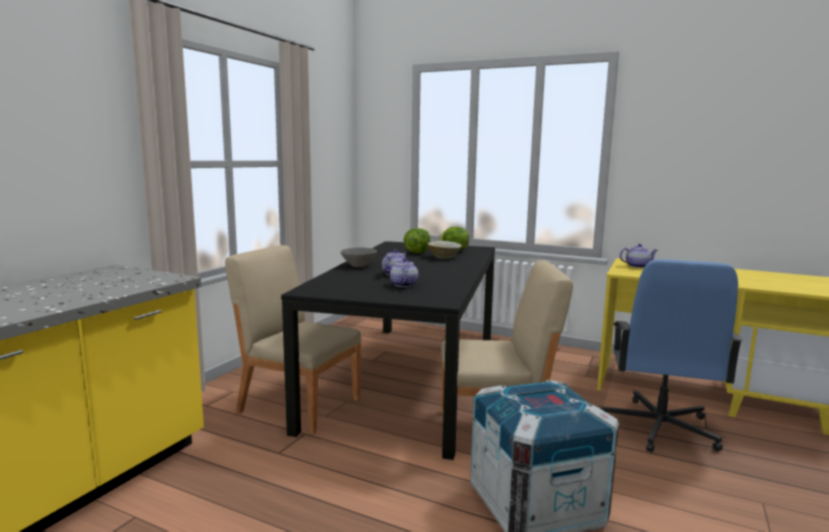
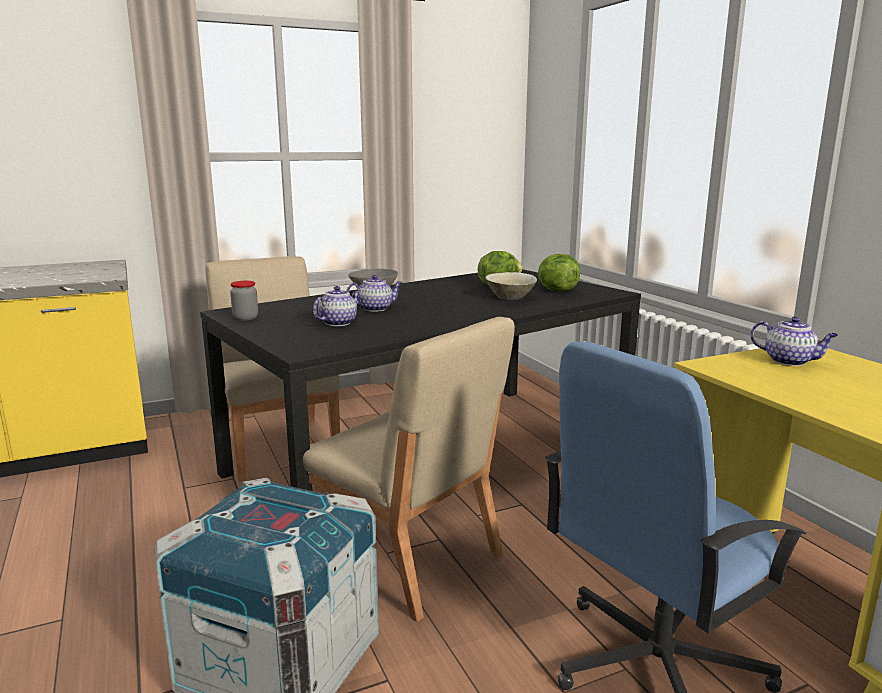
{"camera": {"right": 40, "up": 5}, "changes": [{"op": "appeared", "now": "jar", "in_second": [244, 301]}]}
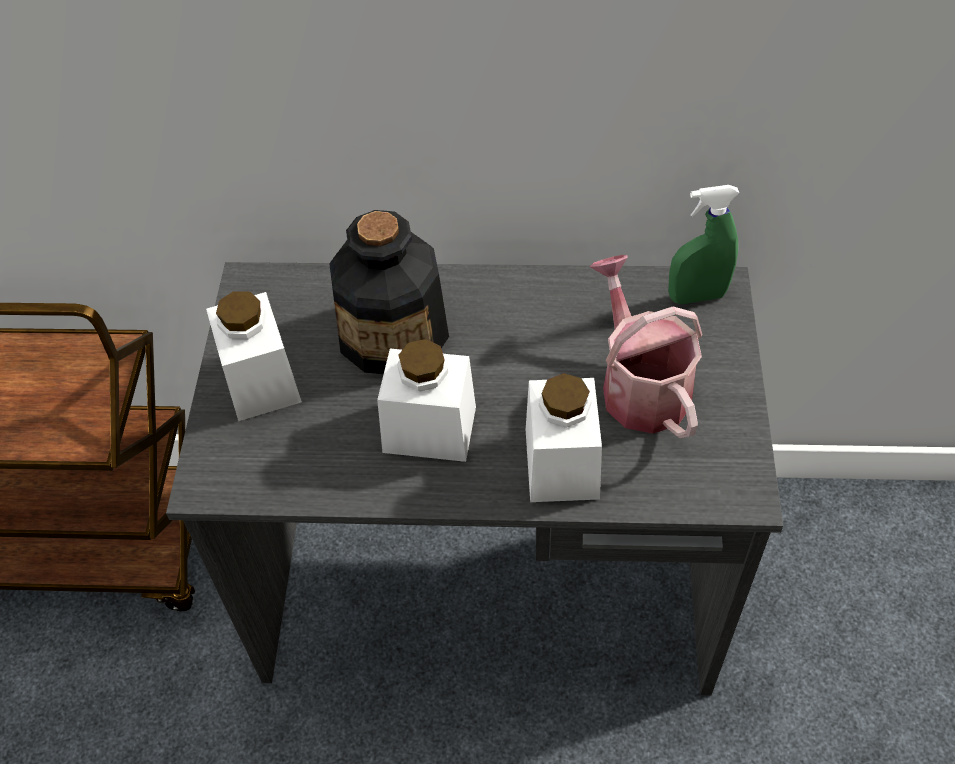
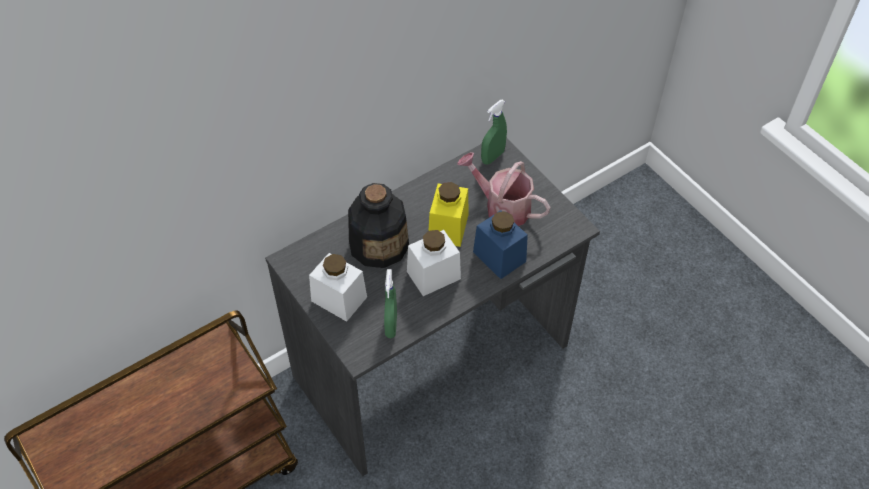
{"camera": {"right": -40, "up": 0}, "changes": [{"op": "colour", "was": "white jar", "now": "blue-coloured jar", "in_first": [564, 437], "in_second": [500, 244]}, {"op": "appeared", "now": "greenish hand sprayer", "in_second": [390, 303]}, {"op": "appeared", "now": "yellow-coloured jar", "in_second": [448, 214]}]}
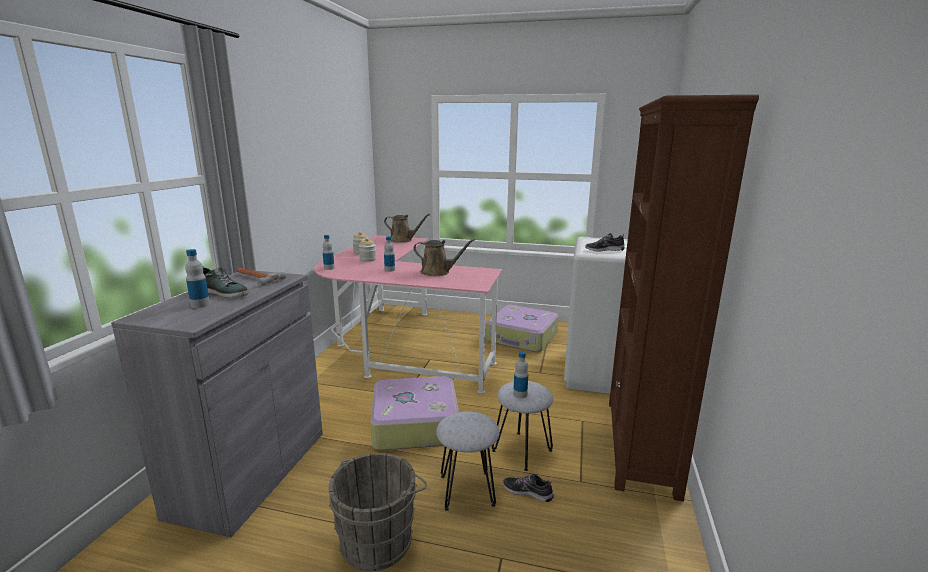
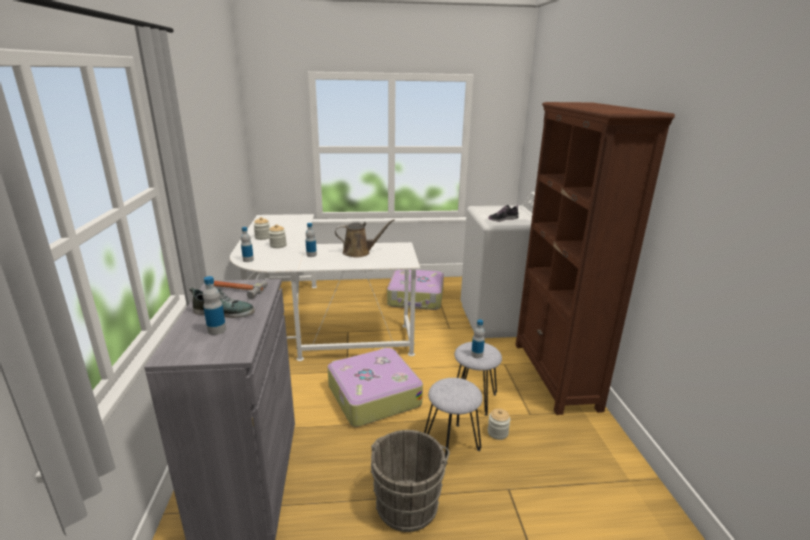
{"camera": {"right": -20, "up": 5}, "changes": [{"op": "colour", "was": "pink desk", "now": "white desk", "in_first": [408, 314], "in_second": [325, 287]}, {"op": "missing", "was": "brown watering can", "in_first": [407, 228]}, {"op": "exchanged", "was": "item of footwear", "now": "jar", "in_first": [528, 488], "in_second": [499, 424]}]}
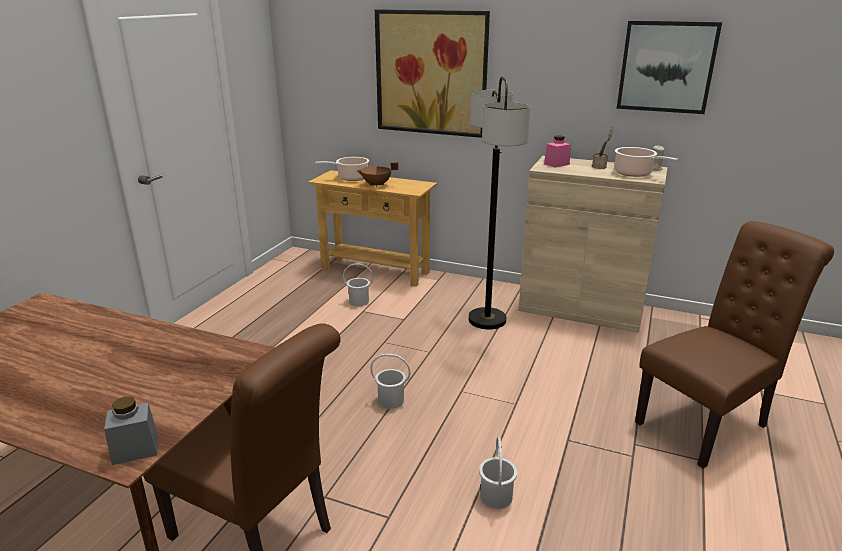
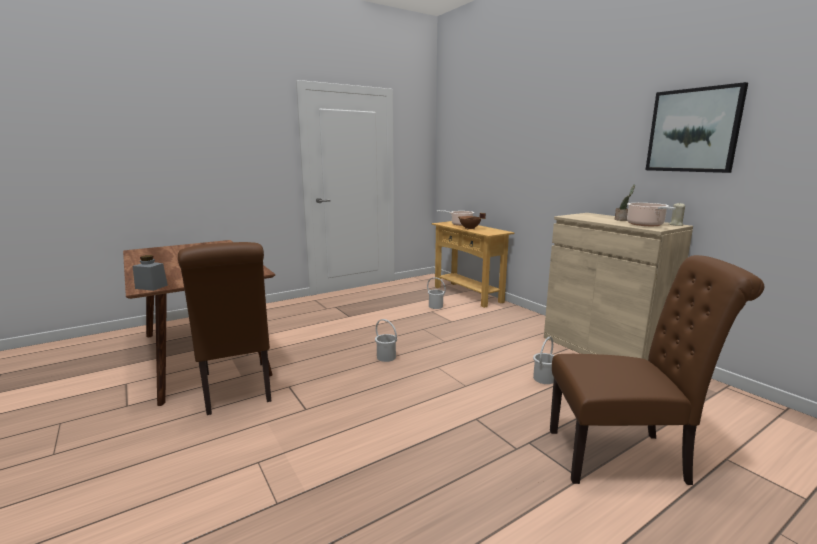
{"camera": {"right": 35, "up": -10}, "changes": [{"op": "missing", "was": "wall picture", "in_first": [432, 73]}, {"op": "missing", "was": "standard lamp", "in_first": [499, 203]}, {"op": "relocated", "was": "white pail", "in_first": [498, 473], "in_second": [543, 360]}, {"op": "missing", "was": "pink jar", "in_first": [557, 151]}]}
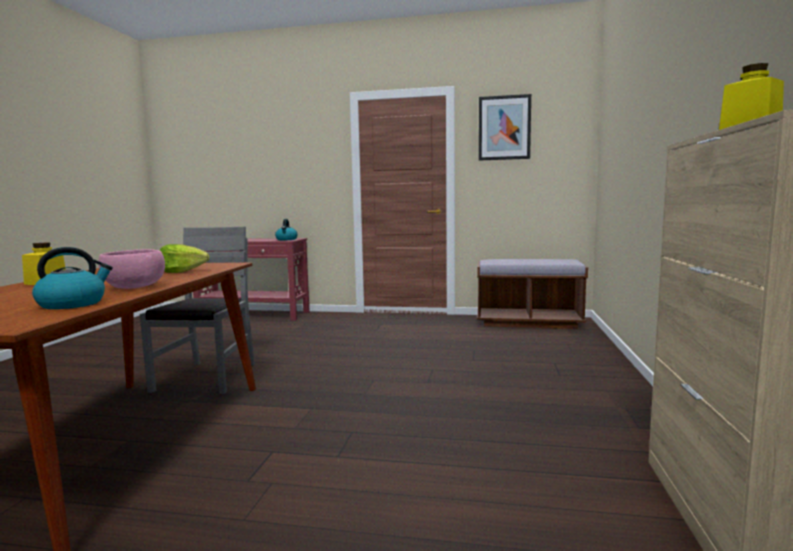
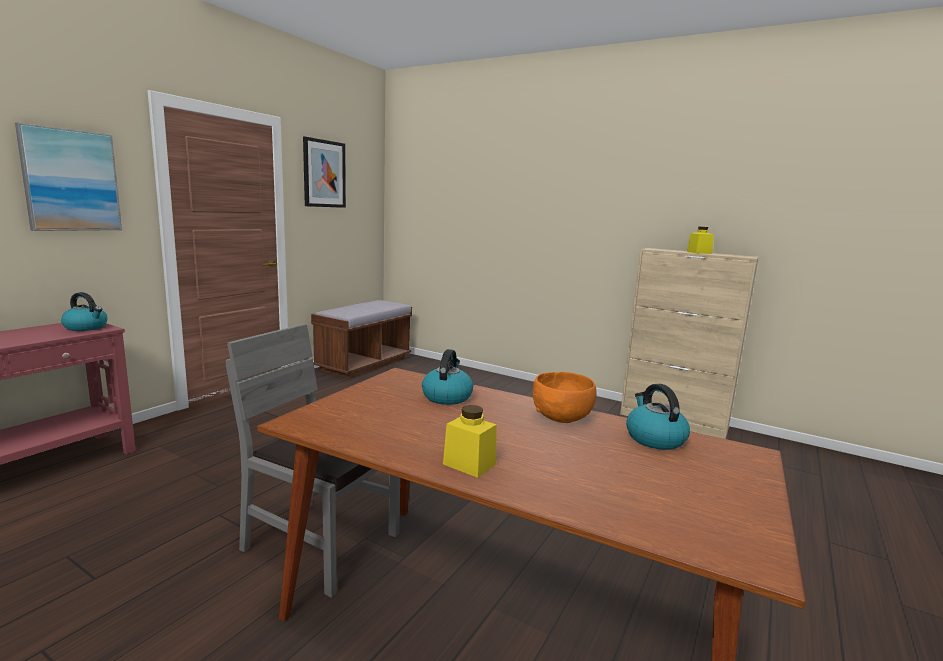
{"camera": {"right": -70, "up": 5}, "changes": [{"op": "colour", "was": "pink bowl", "now": "orangey bowl", "in_first": [132, 269], "in_second": [564, 397]}, {"op": "exchanged", "was": "head of lettuce", "now": "kettle", "in_first": [184, 258], "in_second": [447, 377]}, {"op": "appeared", "now": "wall picture", "in_second": [68, 176]}]}
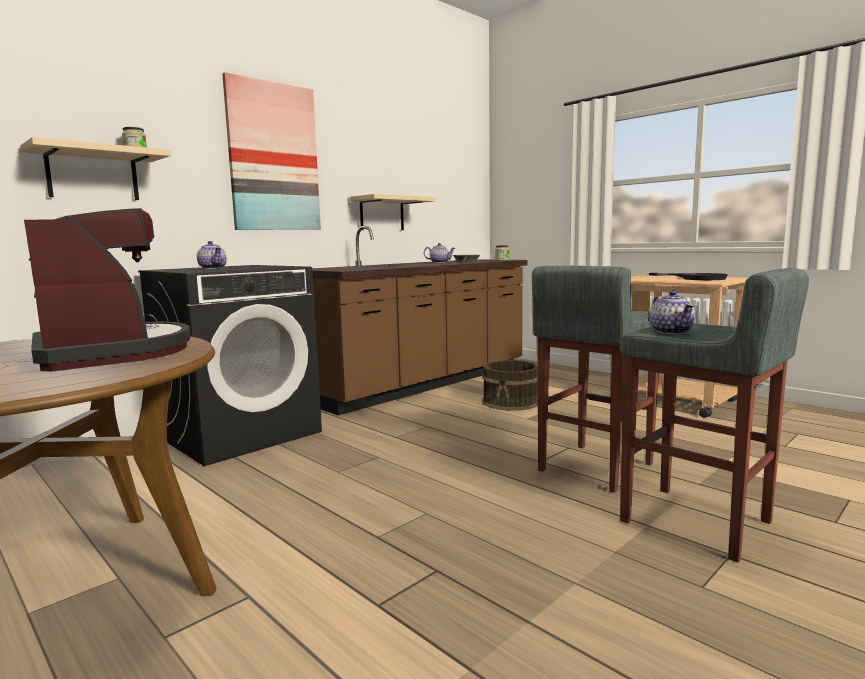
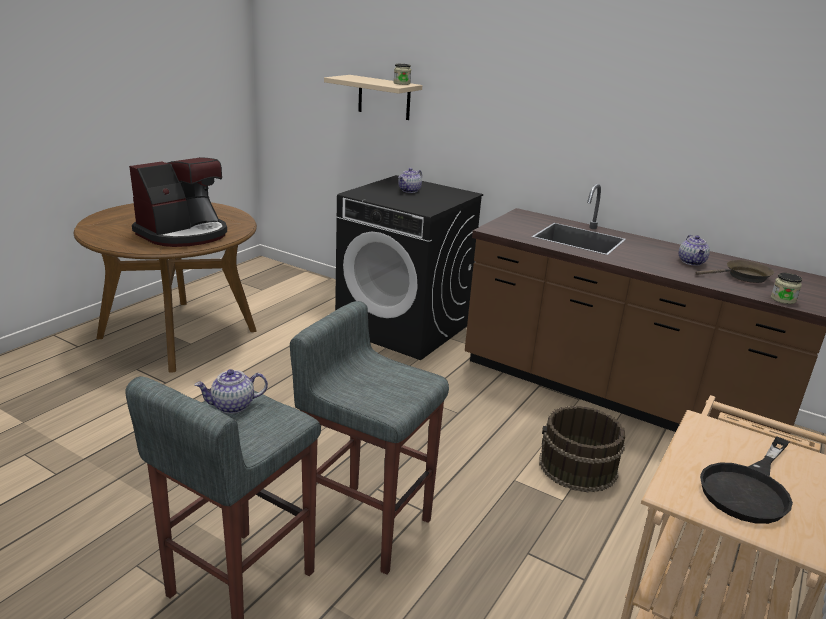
{"camera": {"right": 75, "up": 15}, "changes": [{"op": "missing", "was": "wall picture", "in_first": [271, 151]}, {"op": "missing", "was": "beige bracket shelf", "in_first": [393, 212]}]}
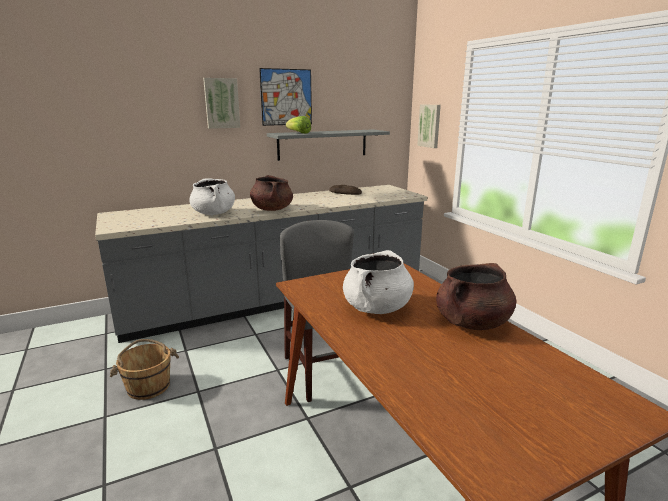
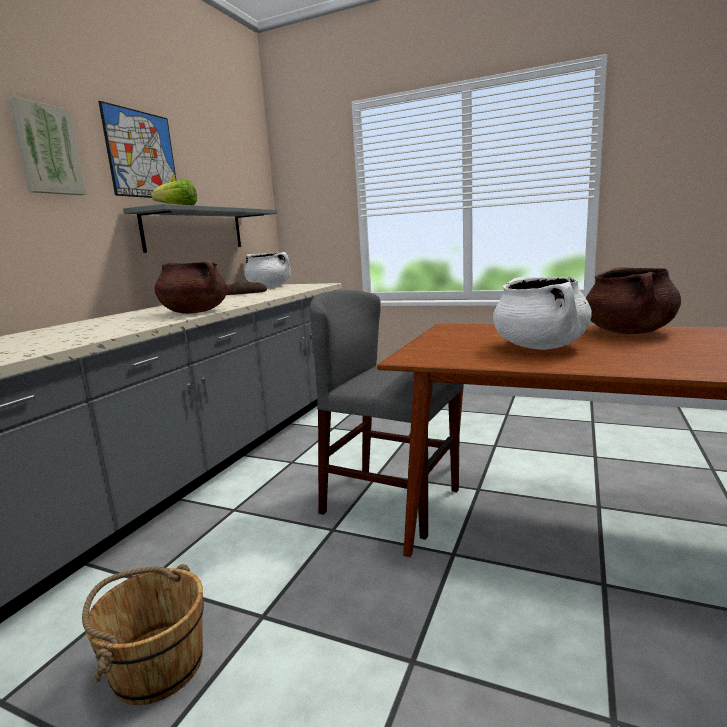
{"camera": {"right": -40, "up": -5}, "changes": [{"op": "relocated", "was": "white stockpot", "in_first": [212, 196], "in_second": [267, 269]}, {"op": "missing", "was": "wall picture", "in_first": [429, 126]}]}
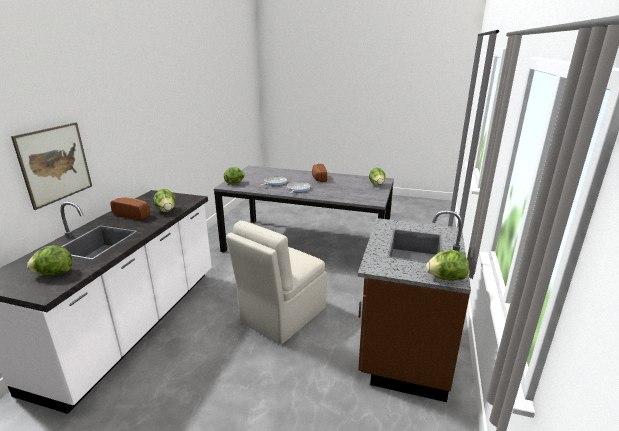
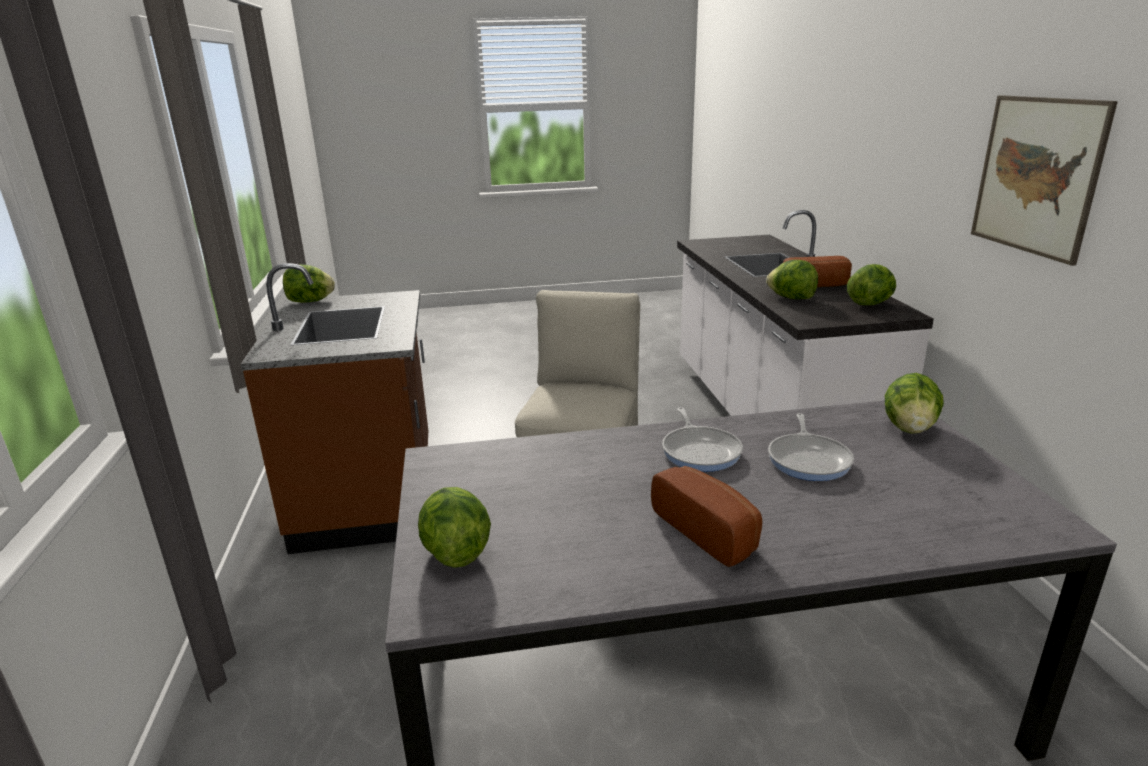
{"camera": {"right": 155, "up": 0}, "changes": [{"op": "relocated", "was": "wall picture", "in_first": [51, 166], "in_second": [1044, 180]}, {"op": "relocated", "was": "head of lettuce", "in_first": [49, 260], "in_second": [871, 284]}]}
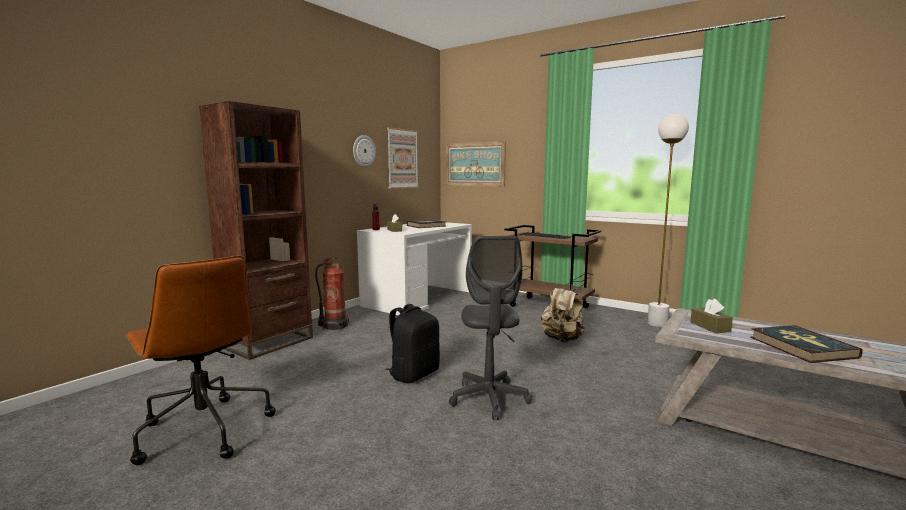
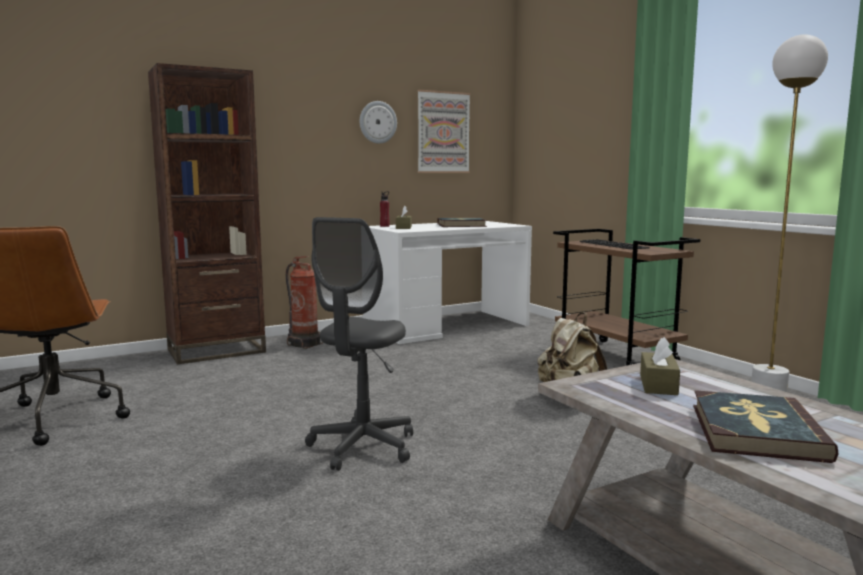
{"camera": {"right": 25, "up": 0}, "changes": [{"op": "missing", "was": "blackish rucksack", "in_first": [412, 343]}, {"op": "missing", "was": "wall picture", "in_first": [476, 164]}]}
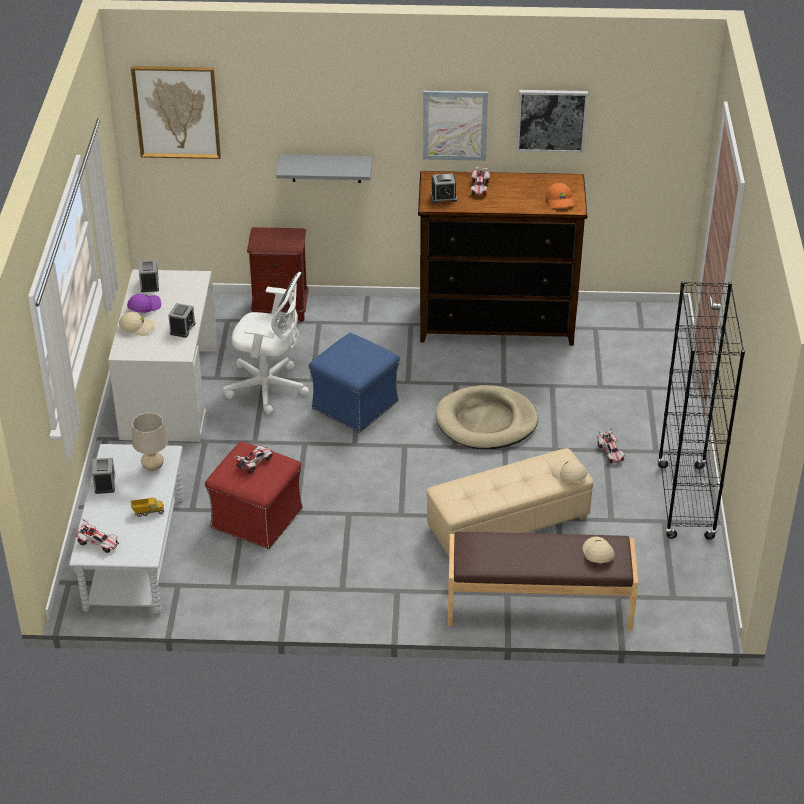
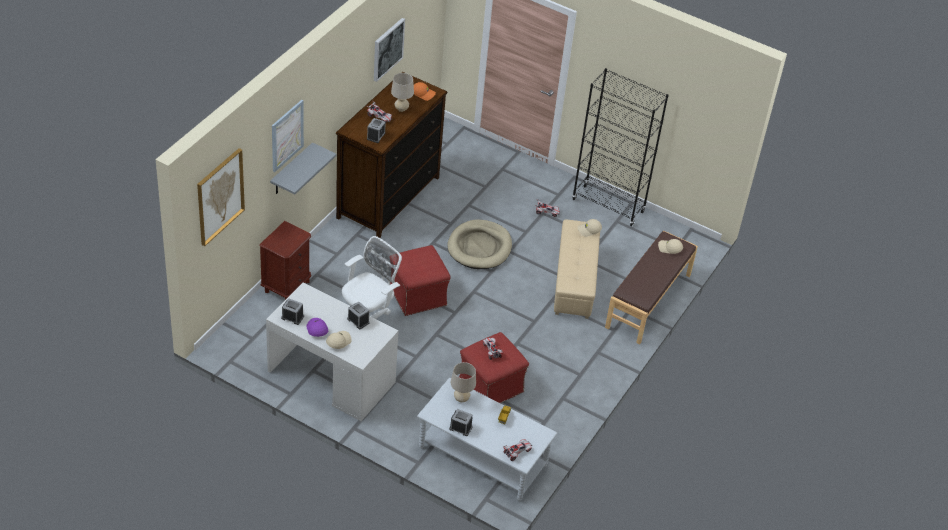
{"camera": {"right": -65, "up": 5}, "changes": [{"op": "colour", "was": "blue-coloured pouffe", "now": "red-coloured pouffe", "in_first": [354, 383], "in_second": [420, 280]}, {"op": "relocated", "was": "wall picture", "in_first": [455, 126], "in_second": [288, 136]}, {"op": "appeared", "now": "beige tabletop lamp", "in_second": [402, 92]}]}
